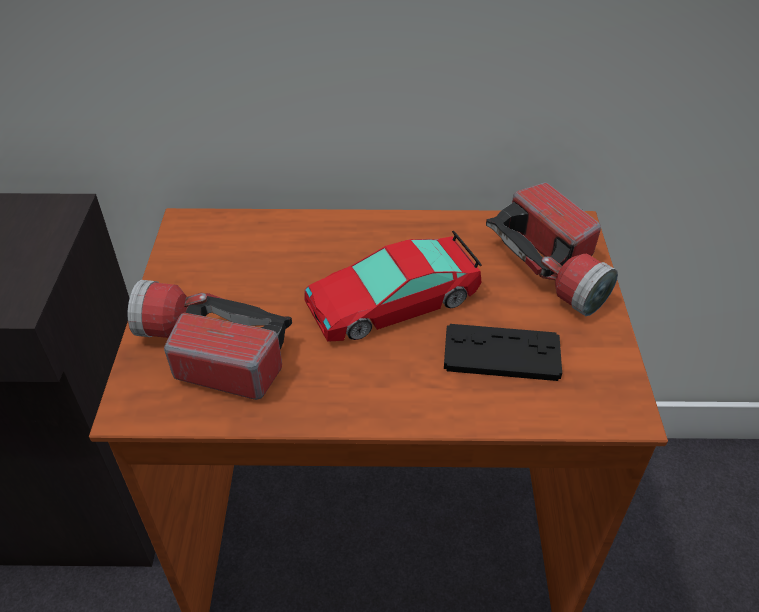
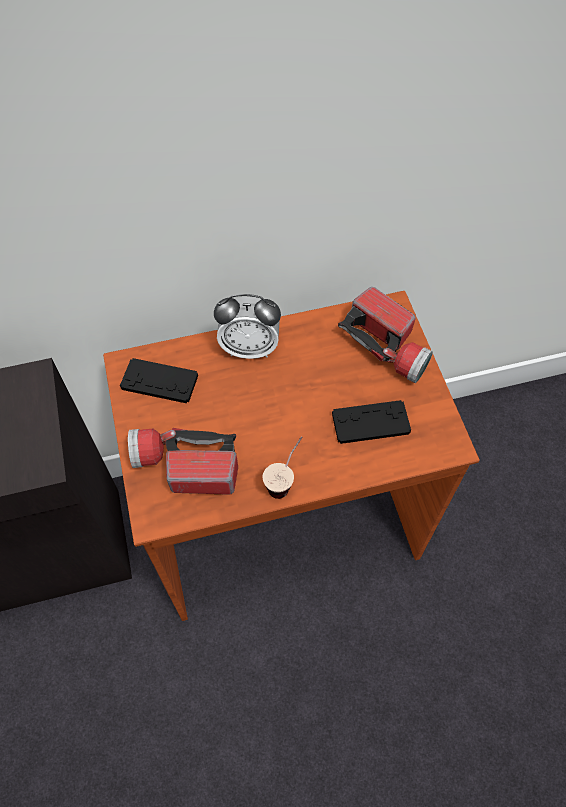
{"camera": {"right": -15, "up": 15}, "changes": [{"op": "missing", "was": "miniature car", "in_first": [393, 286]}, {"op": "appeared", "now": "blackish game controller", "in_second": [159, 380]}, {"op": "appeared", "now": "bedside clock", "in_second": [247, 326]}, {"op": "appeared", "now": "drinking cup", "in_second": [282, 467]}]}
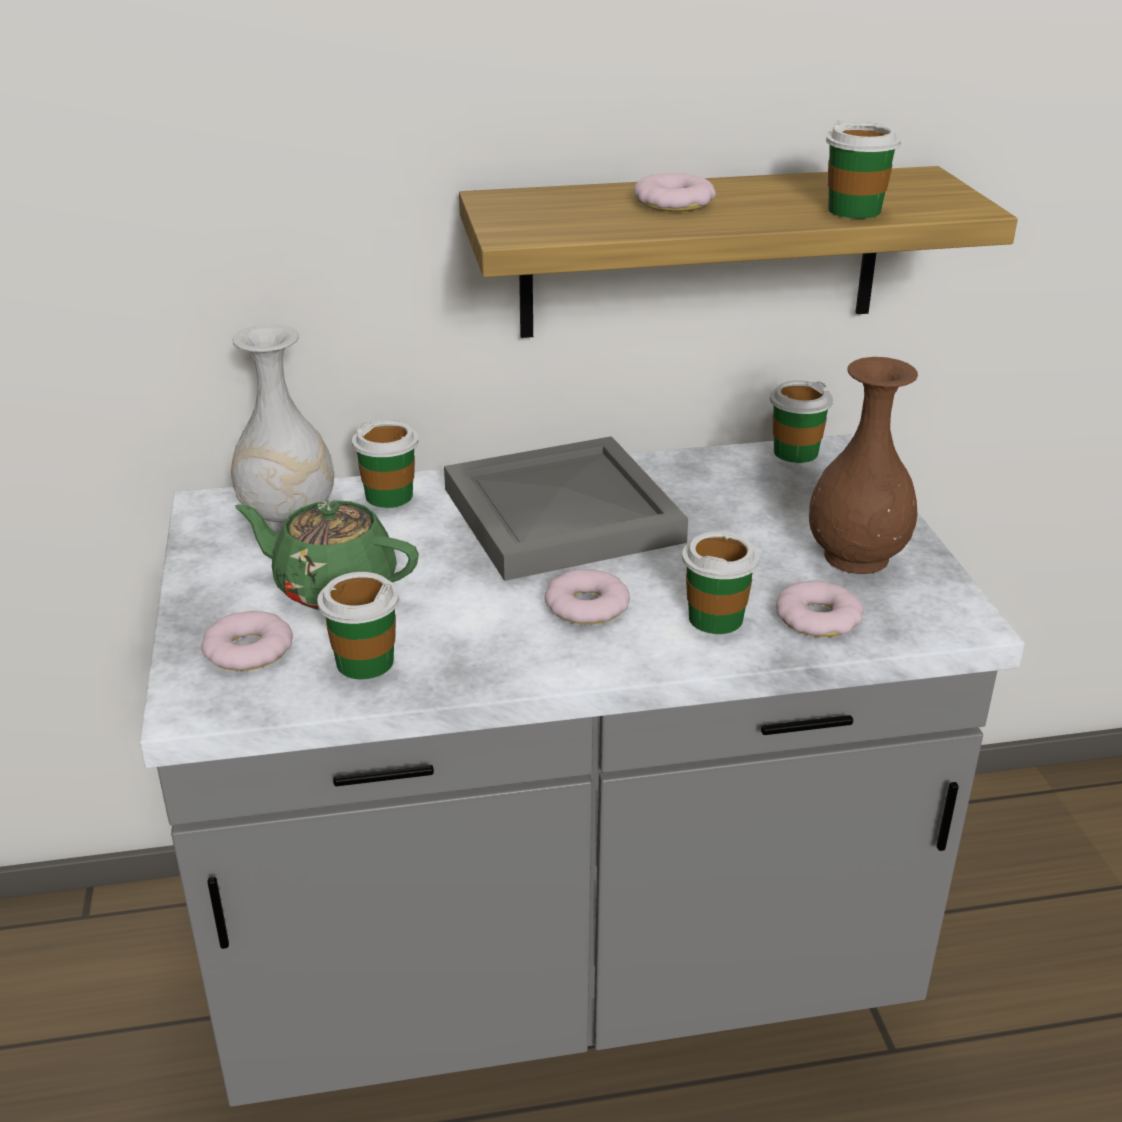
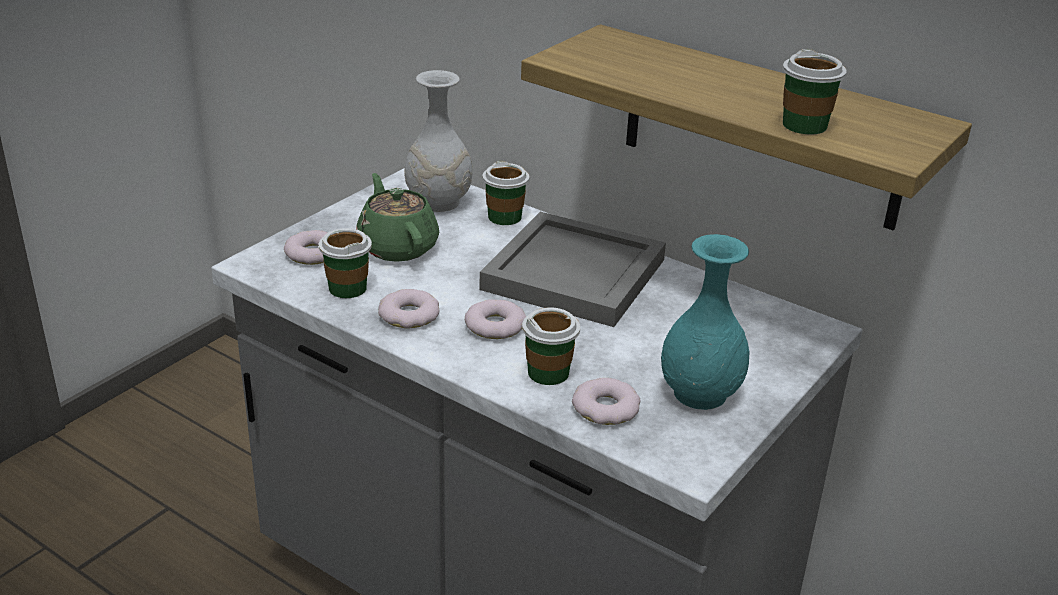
{"camera": {"right": 45, "up": 0}, "changes": [{"op": "relocated", "was": "donut", "in_first": [675, 192], "in_second": [408, 308]}, {"op": "missing", "was": "drinking cup", "in_first": [801, 422]}, {"op": "colour", "was": "brown vase", "now": "turquoise vase", "in_first": [863, 465], "in_second": [705, 322]}]}
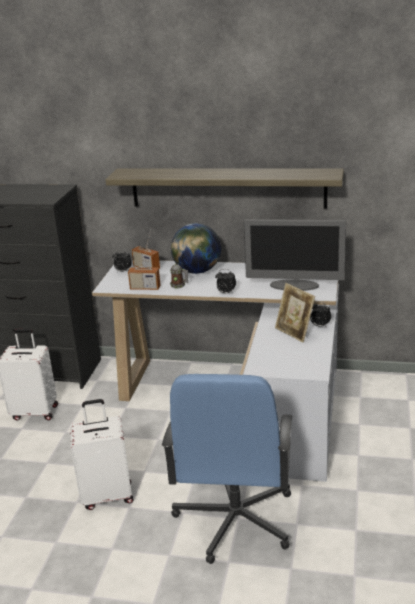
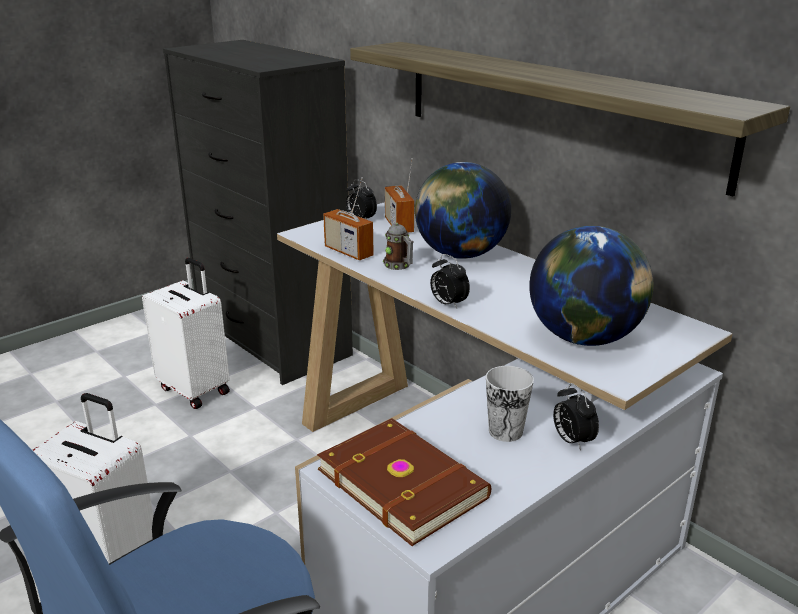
{"camera": {"right": 35, "up": 0}, "changes": [{"op": "exchanged", "was": "monitor", "now": "globe", "in_first": [295, 255], "in_second": [591, 286]}, {"op": "exchanged", "was": "standing frame", "now": "drinking cup", "in_first": [295, 312], "in_second": [510, 404]}, {"op": "appeared", "now": "brown bound book", "in_second": [404, 482]}]}
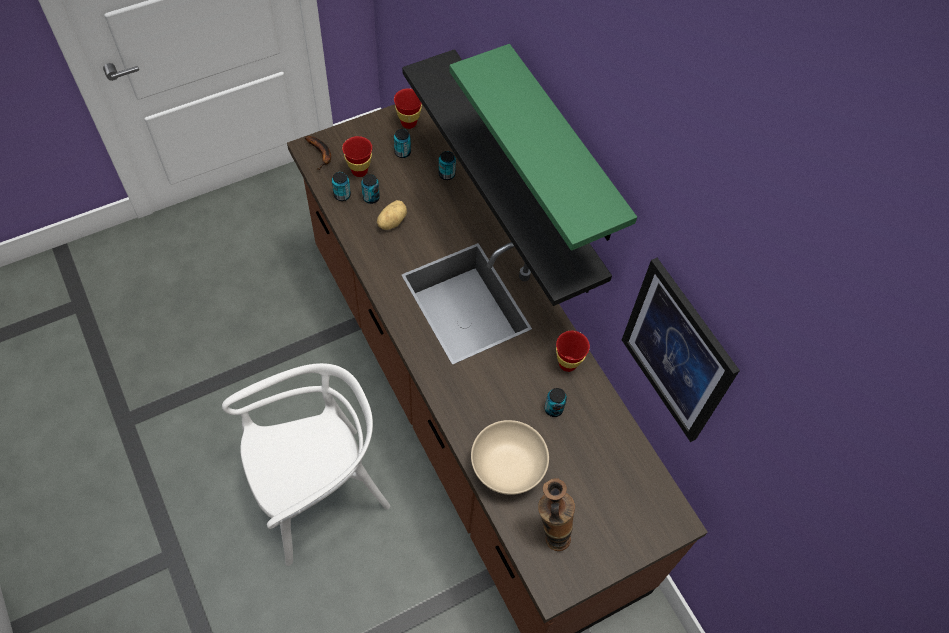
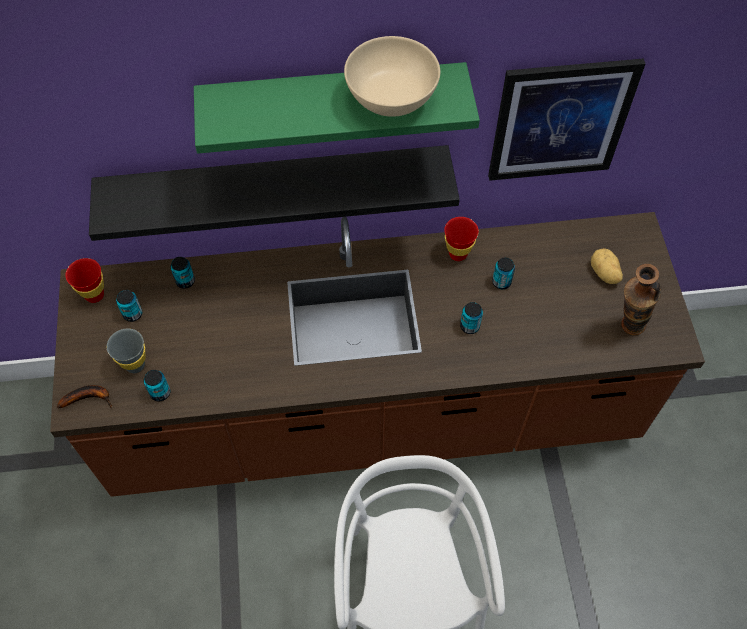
{"camera": {"right": -65, "up": 0}, "changes": [{"op": "colour", "was": "red-coloured drinking cup", "now": "greyish drinking cup", "in_first": [357, 156], "in_second": [126, 350]}, {"op": "relocated", "was": "metal can", "in_first": [370, 189], "in_second": [471, 318]}, {"op": "relocated", "was": "whole potato", "in_first": [392, 215], "in_second": [607, 266]}, {"op": "relocated", "was": "beige bowl", "in_first": [510, 457], "in_second": [392, 76]}]}
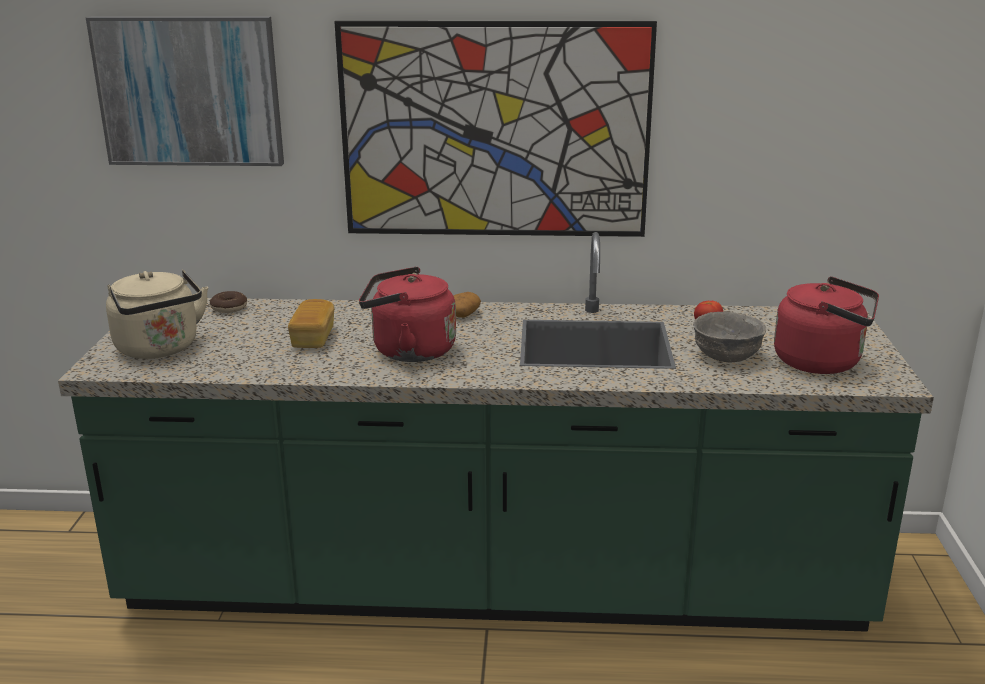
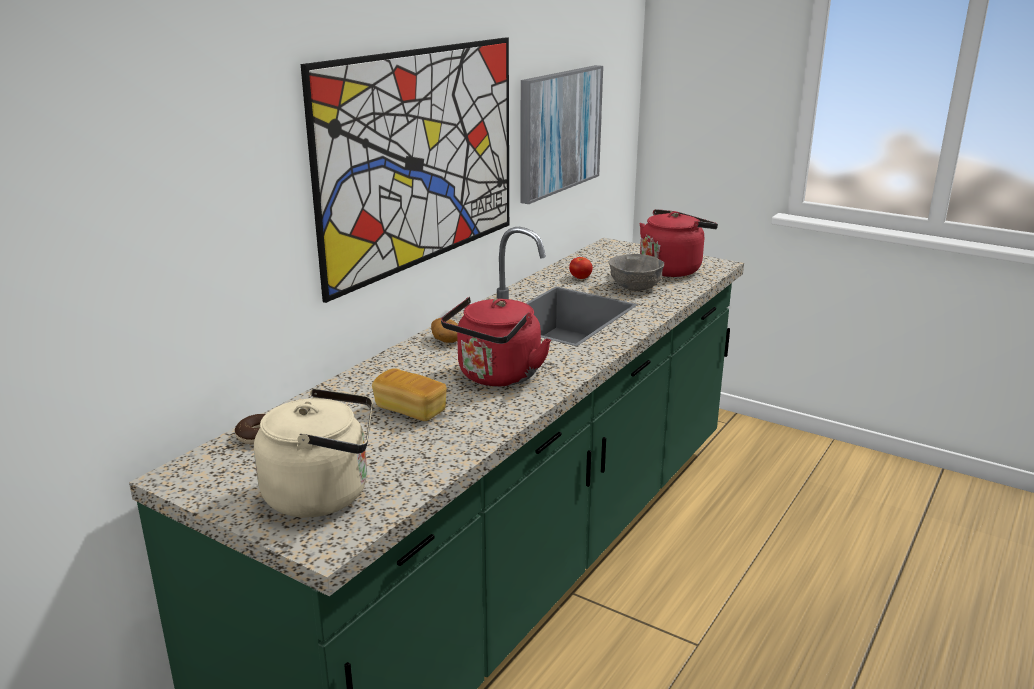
{"camera": {"right": -60, "up": 0}, "changes": [{"op": "relocated", "was": "wall picture", "in_first": [185, 91], "in_second": [561, 134]}]}
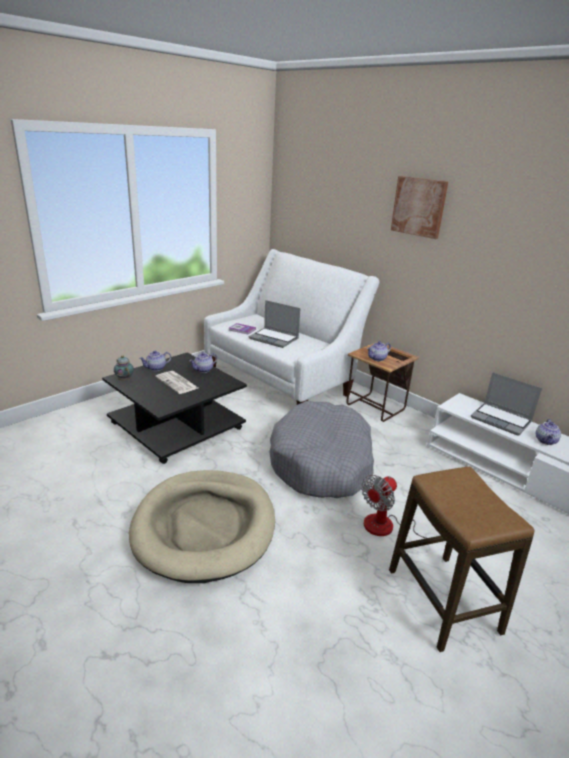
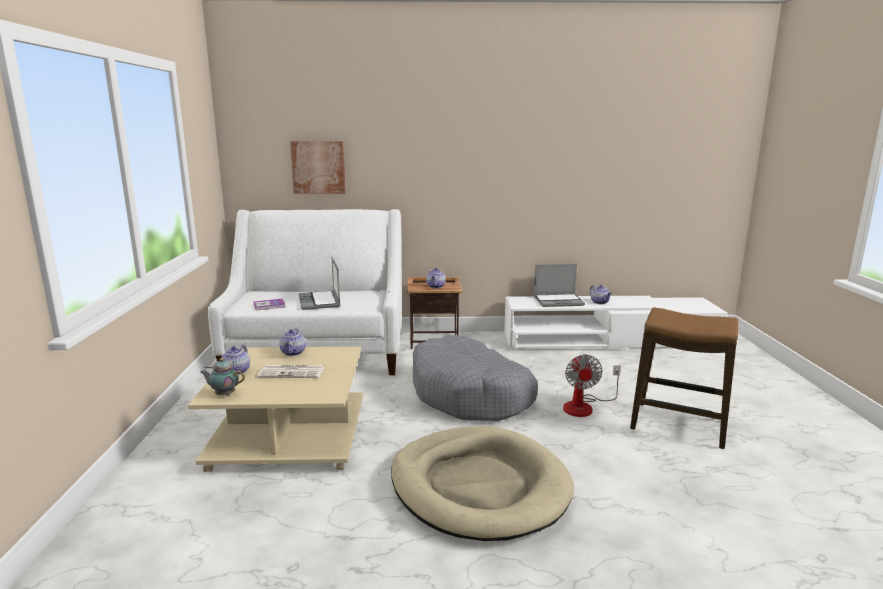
{"camera": {"right": -45, "up": -10}, "changes": [{"op": "colour", "was": "blackish low table", "now": "beige low table", "in_first": [174, 408], "in_second": [275, 409]}, {"op": "spun", "was": "portable computer", "in_first": [275, 324], "in_second": [319, 283], "clockwise": 90}, {"op": "relocated", "was": "wall picture", "in_first": [419, 207], "in_second": [318, 167]}]}
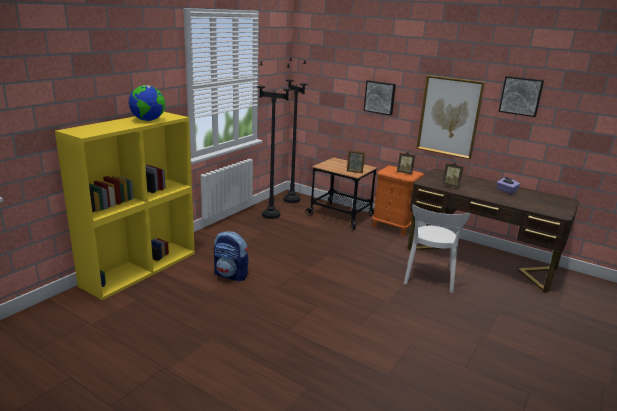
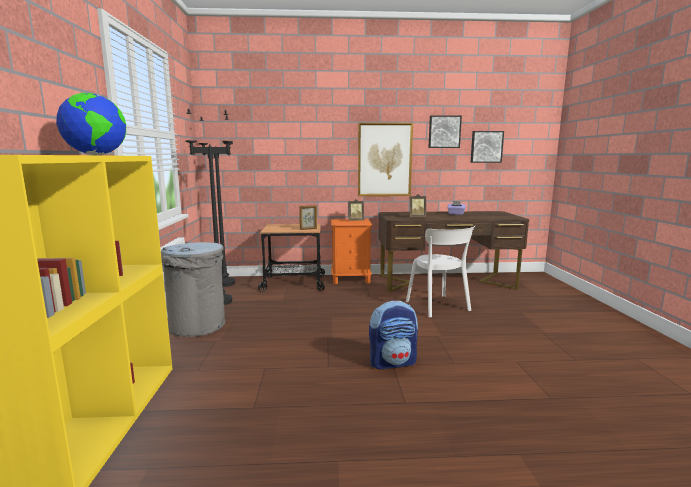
{"camera": {"right": -35, "up": -10}, "changes": [{"op": "relocated", "was": "rucksack", "in_first": [231, 256], "in_second": [393, 335]}, {"op": "relocated", "was": "wall picture", "in_first": [380, 98], "in_second": [487, 147]}, {"op": "appeared", "now": "greyish rubbish bin", "in_second": [193, 289]}]}
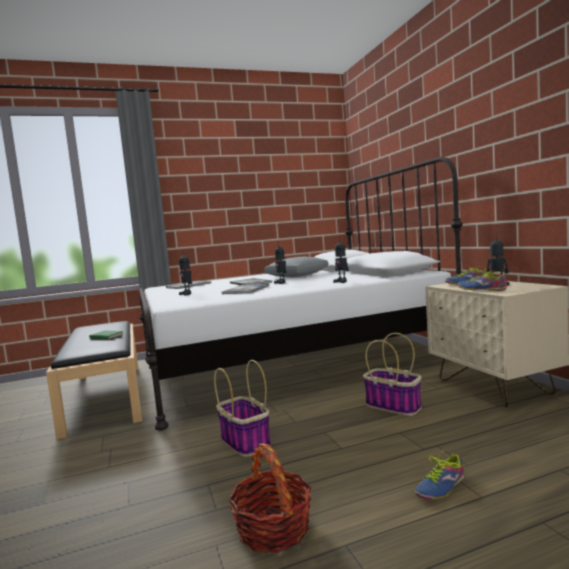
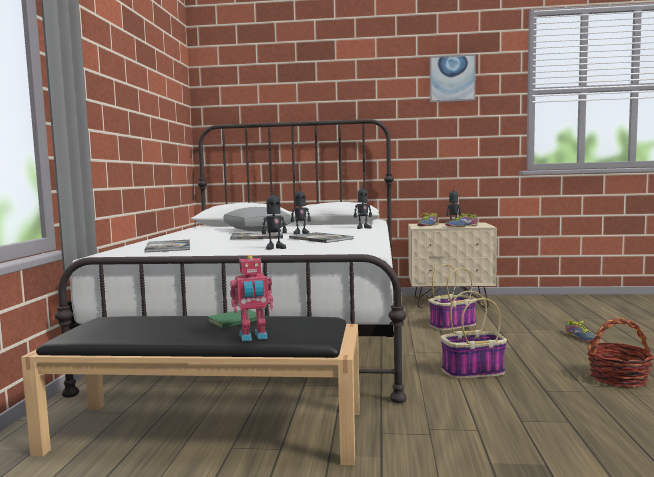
{"camera": {"right": -65, "up": 0}, "changes": [{"op": "appeared", "now": "model robot", "in_second": [251, 298]}, {"op": "appeared", "now": "wall picture", "in_second": [453, 78]}]}
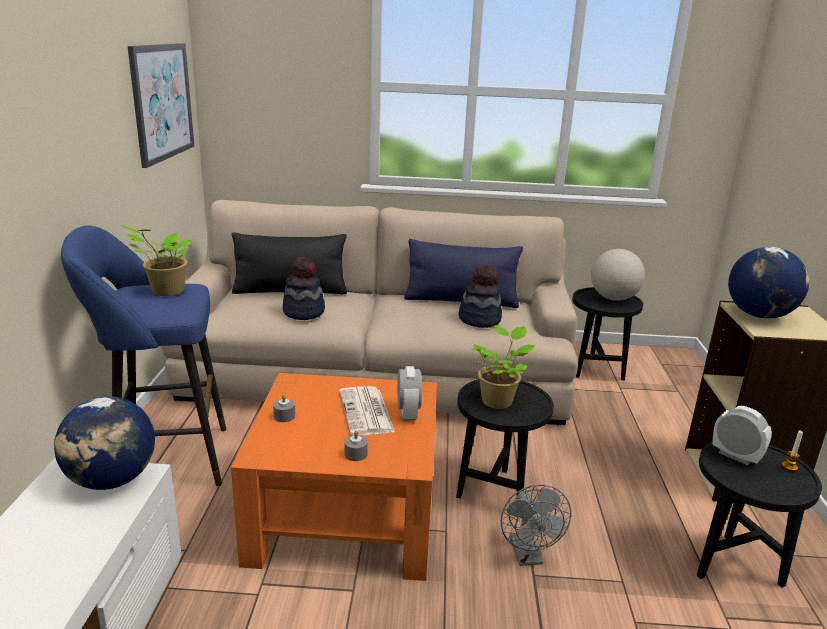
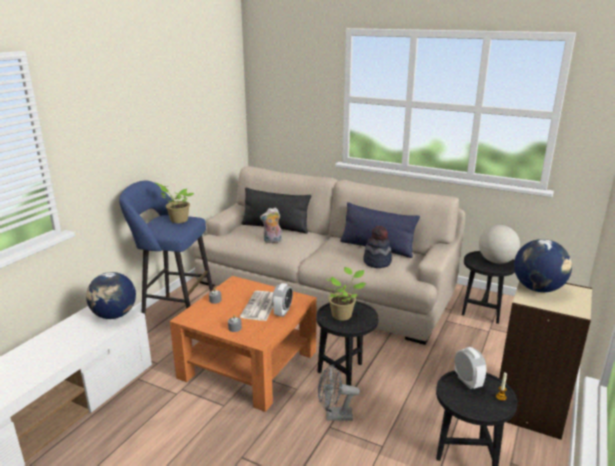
{"camera": {"right": 25, "up": 0}, "changes": [{"op": "missing", "was": "wall picture", "in_first": [160, 105]}, {"op": "exchanged", "was": "hat", "now": "cuddly toy", "in_first": [304, 288], "in_second": [271, 225]}, {"op": "spun", "was": "greyish electric fan", "in_first": [536, 525], "in_second": [339, 392], "clockwise": 75}]}
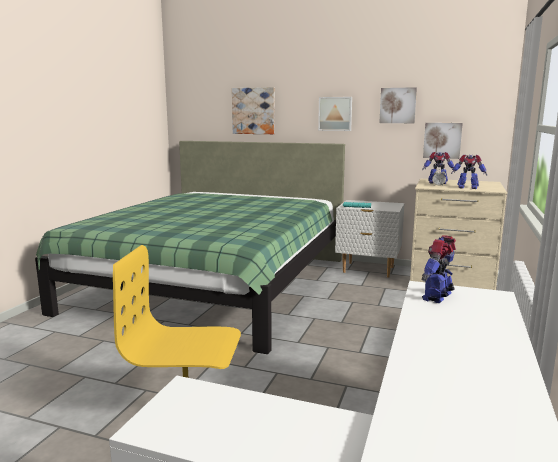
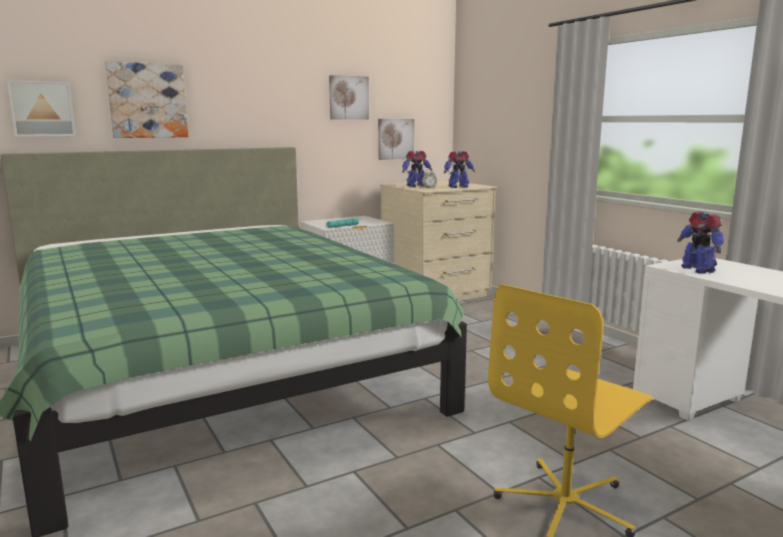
{"camera": {"right": -50, "up": 0}, "changes": [{"op": "relocated", "was": "wall picture", "in_first": [335, 114], "in_second": [41, 108]}]}
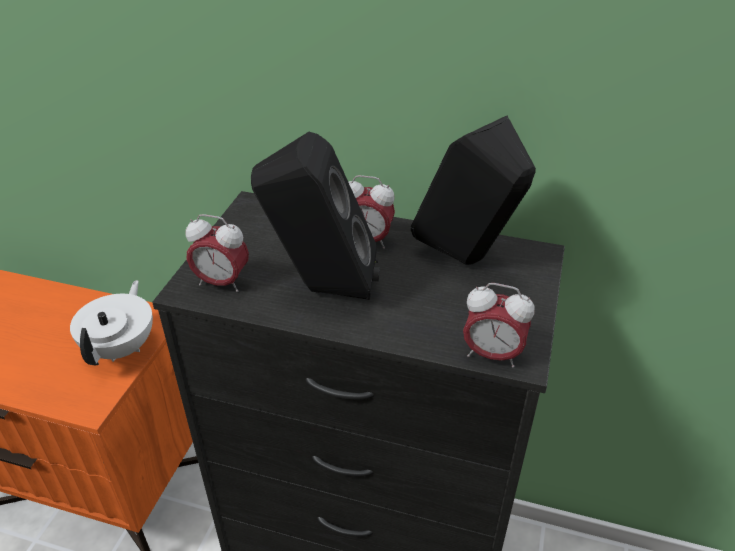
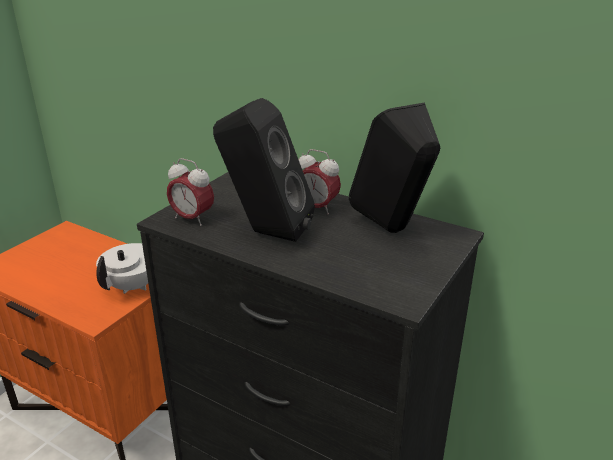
{"camera": {"right": 15, "up": -10}, "changes": [{"op": "missing", "was": "bedside clock", "in_first": [499, 325]}]}
